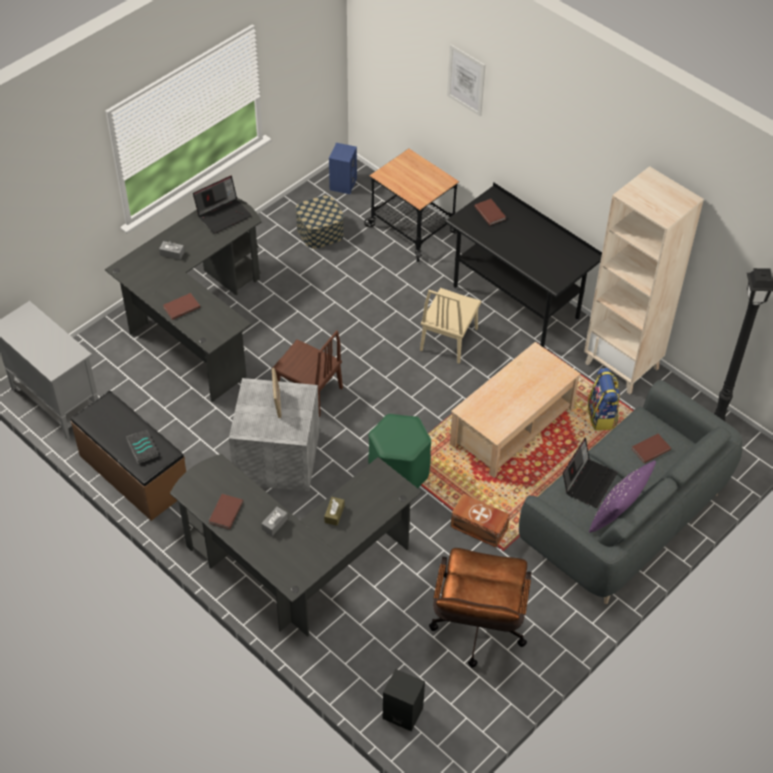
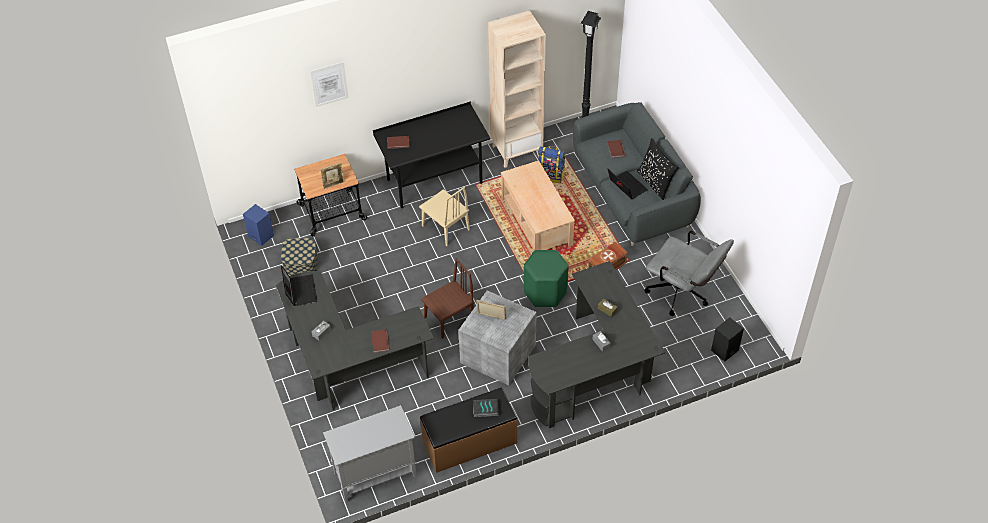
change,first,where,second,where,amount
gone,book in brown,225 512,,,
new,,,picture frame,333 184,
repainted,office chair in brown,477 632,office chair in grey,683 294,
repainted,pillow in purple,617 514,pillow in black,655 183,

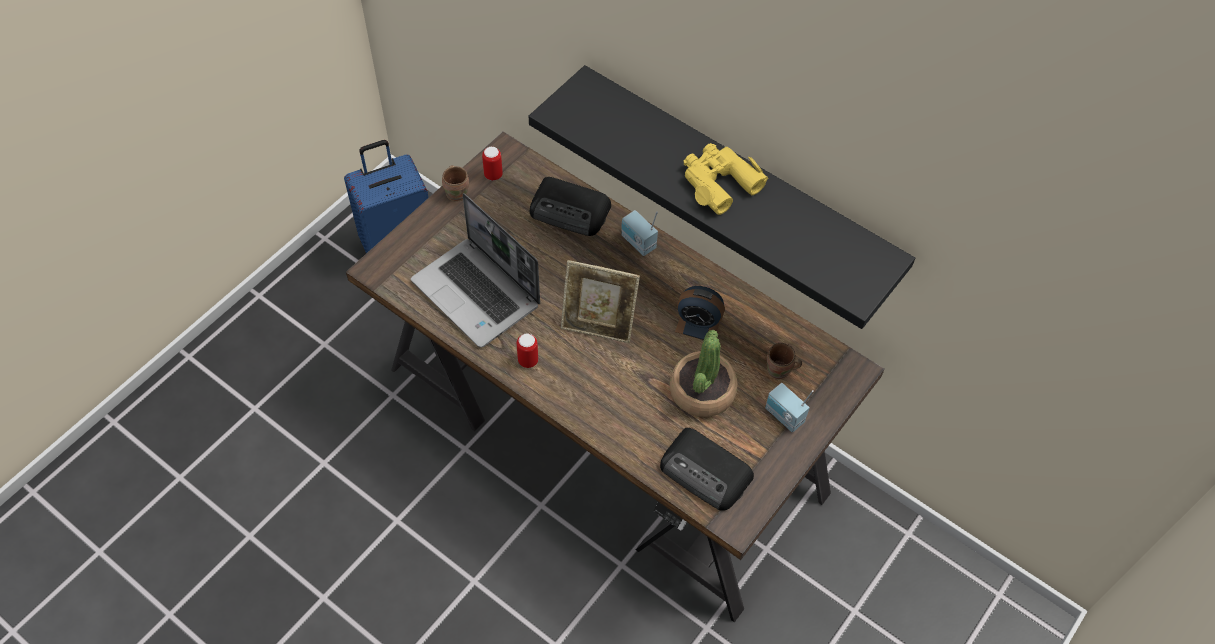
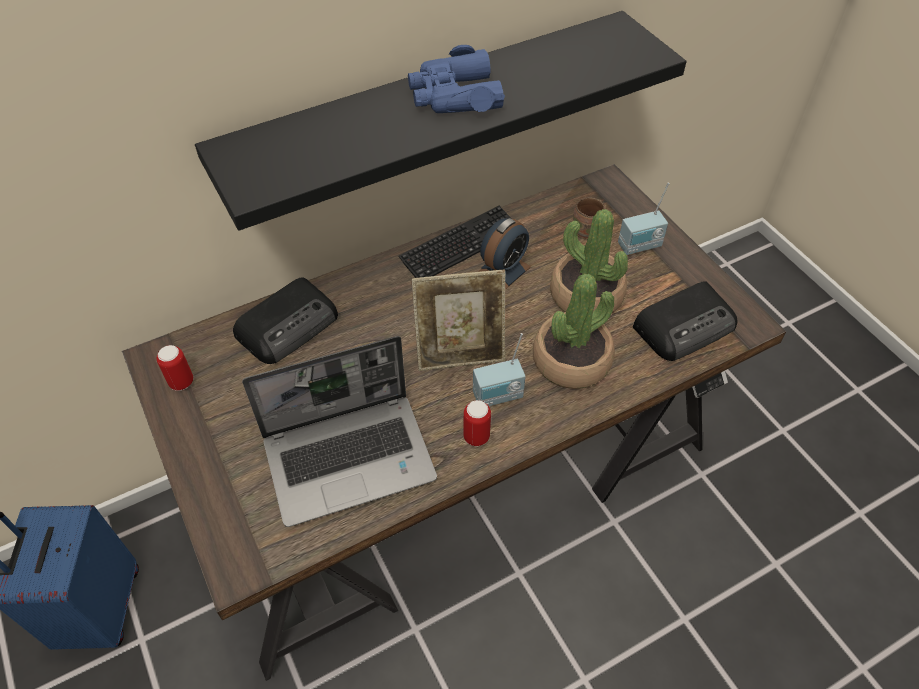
change,first,where,second,where,amount
gone,mug in brown,457 193,,,
new,,,keyboard,461 245,
new,,,potted plant,571 361,
shifted,radio,637 243,,498 397,
repainted,binoculars in yellow,719 182,binoculars in blue,454 96,
rotated,picture frame,598 325,,460 352,45 degrees clockwise

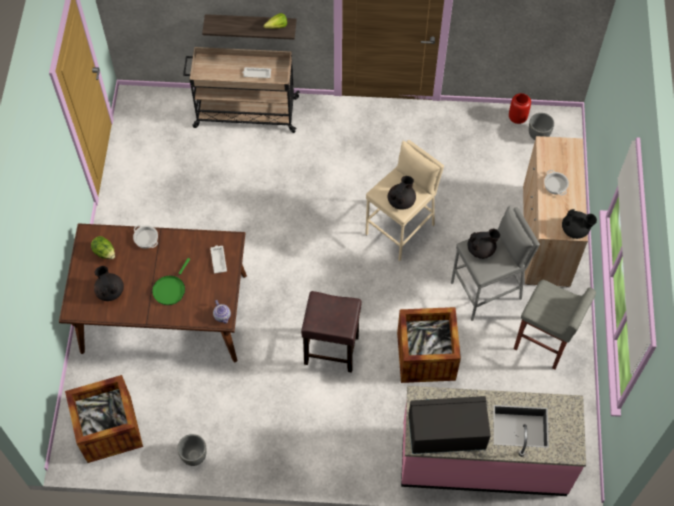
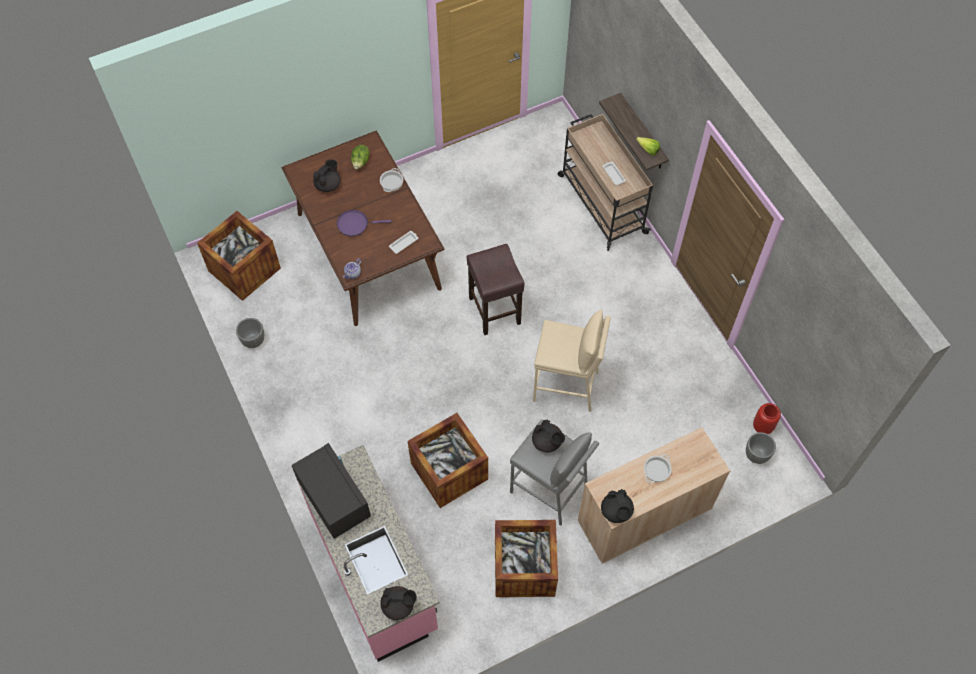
change,first,where,second,where,amount
shifted,stool in brown,332 350,,495 311,
shifted,teapot in black,401 201,,398 606,
swapped,stool in grey,543 344,crate,524 568,
repainted,frying pan in green,170 289,frying pan in purple,355 224,

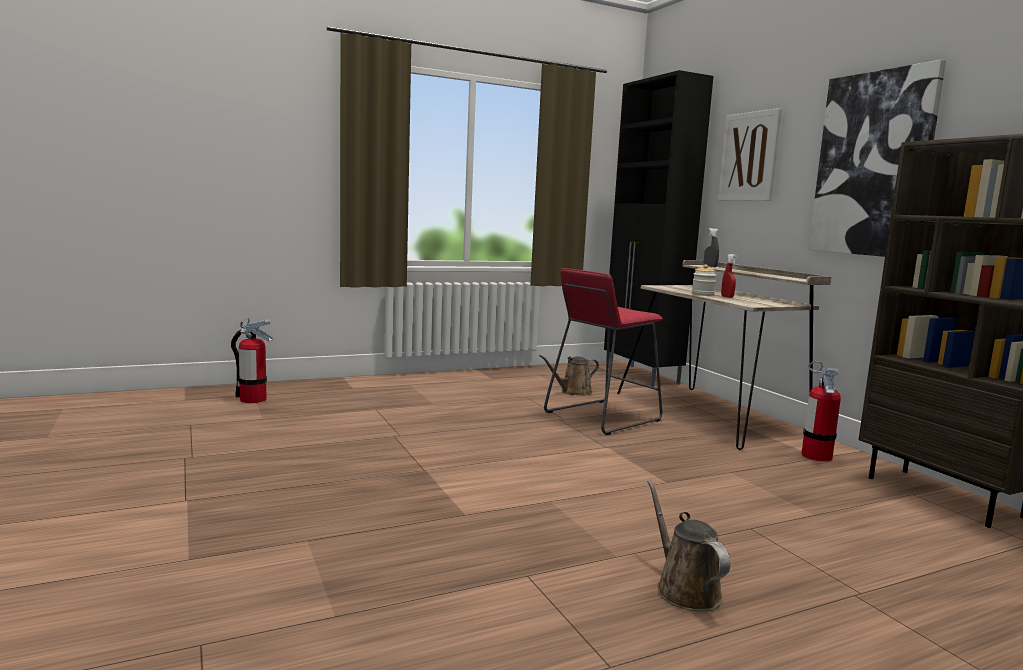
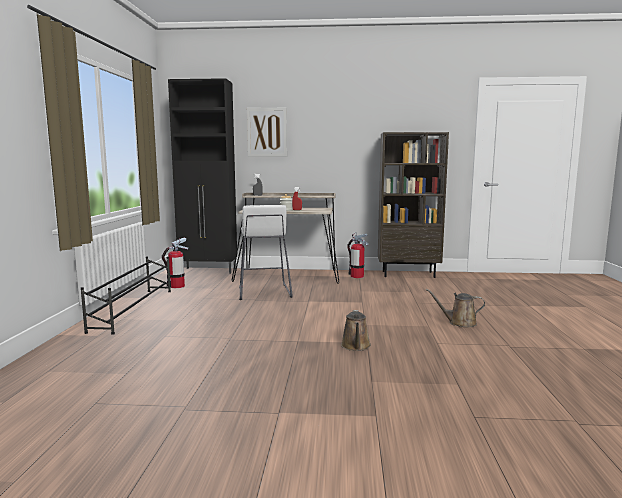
change,first,where,second,where,amount
gone,picture,873 164,,,
new,,,shoe rack in black,134 309,
shifted,fire extinguisher,252 399,,177 286,
shifted,watering can in brown,573 392,,356 346,
repainted,stool in red,602 417,stool in white,264 292,

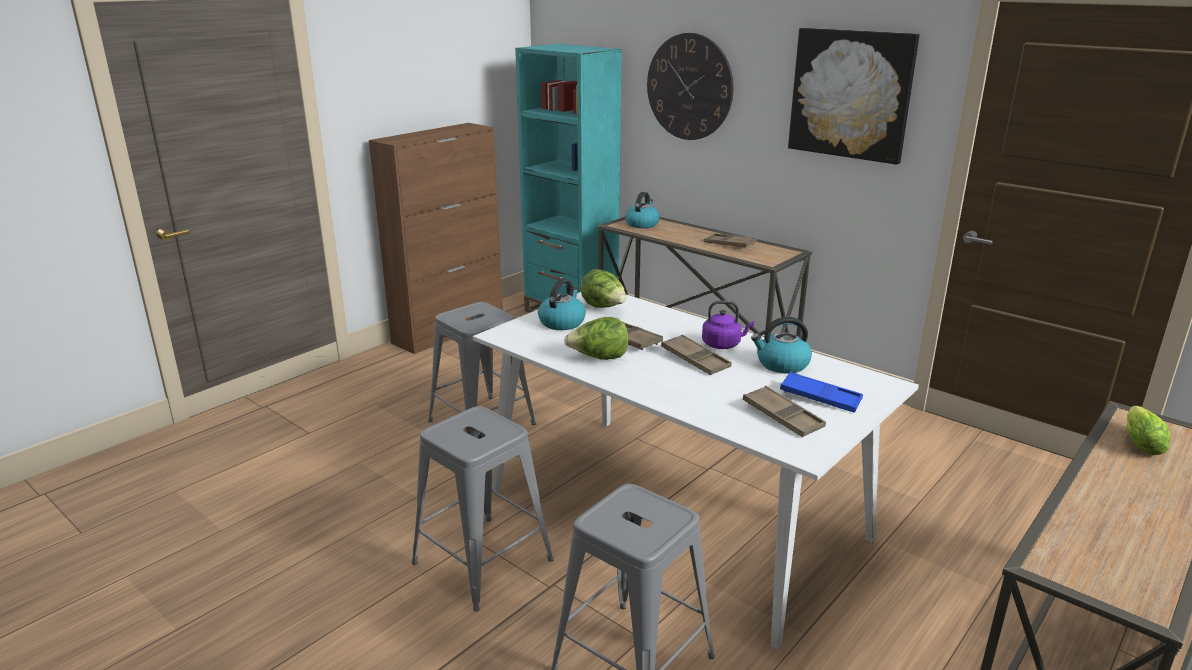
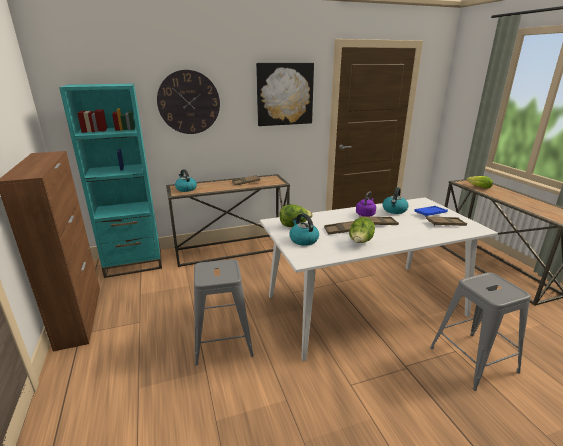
change,first,where,second,where,amount
gone,stool in grey,483 561,,,

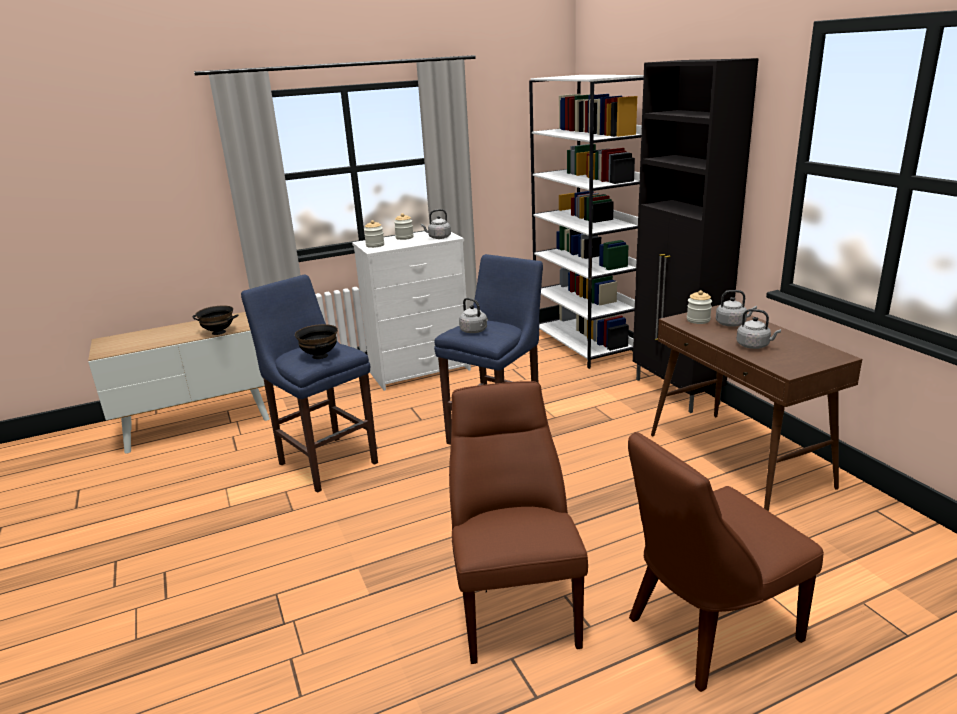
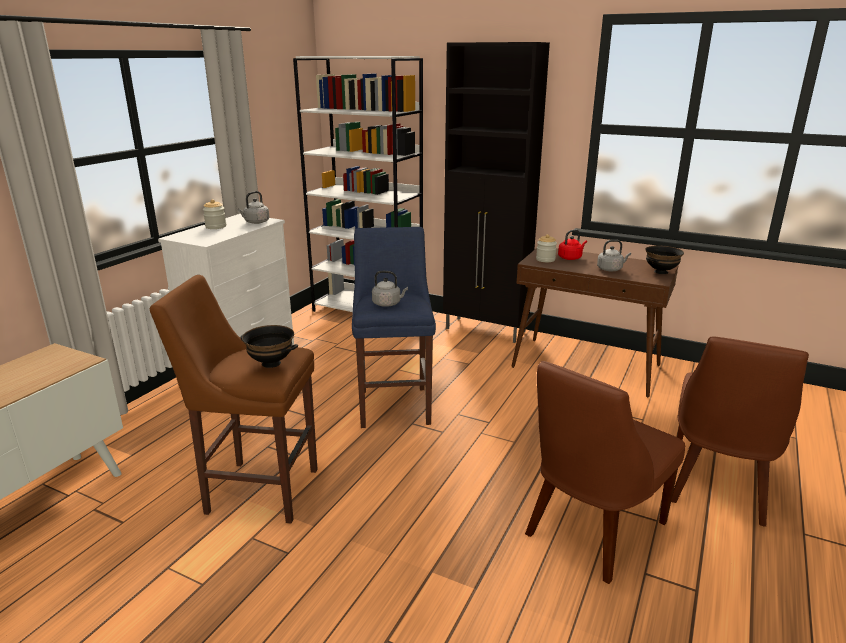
change,first,where,second,where,amount
gone,jar,375 245,,,
shifted,bowl in black,219 332,,660 272,
repainted,stool in blue,326 461,stool in brown,257 489,
repainted,kettle in grey,732 324,kettle in red,570 258,
rotated,chair in brown,514 603,,591 531,90 degrees counterclockwise

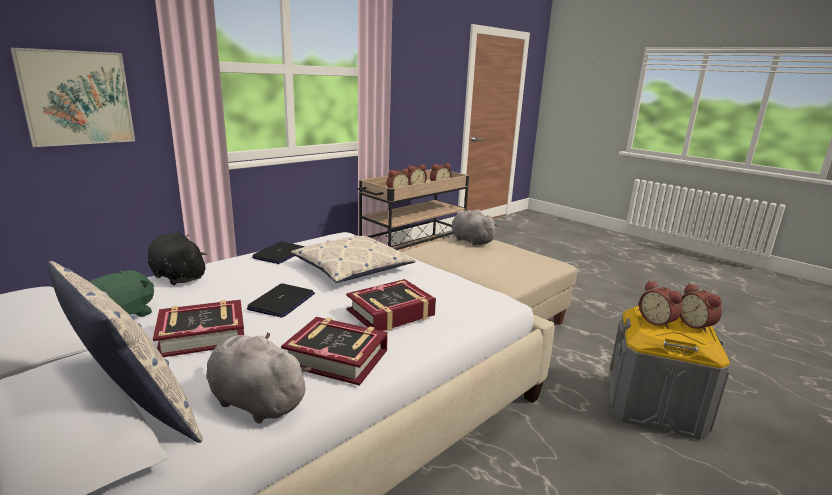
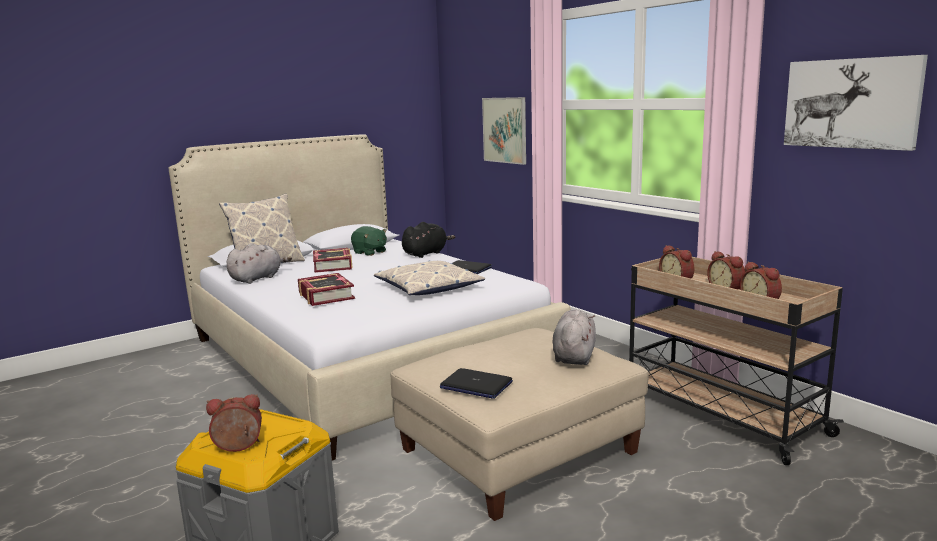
change,first,where,second,where,amount
gone,book,337 357,,,
gone,alarm clock,657 321,,,
new,,,picture,851 103,
shifted,laptop,282 302,,475 385,
rotated,plush toy in grey,470 240,,574 356,45 degrees counterclockwise

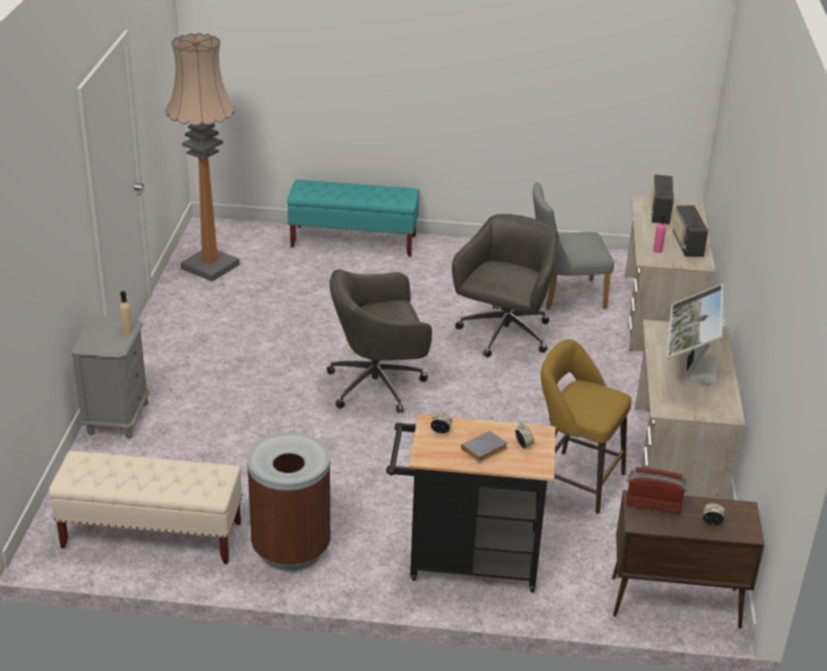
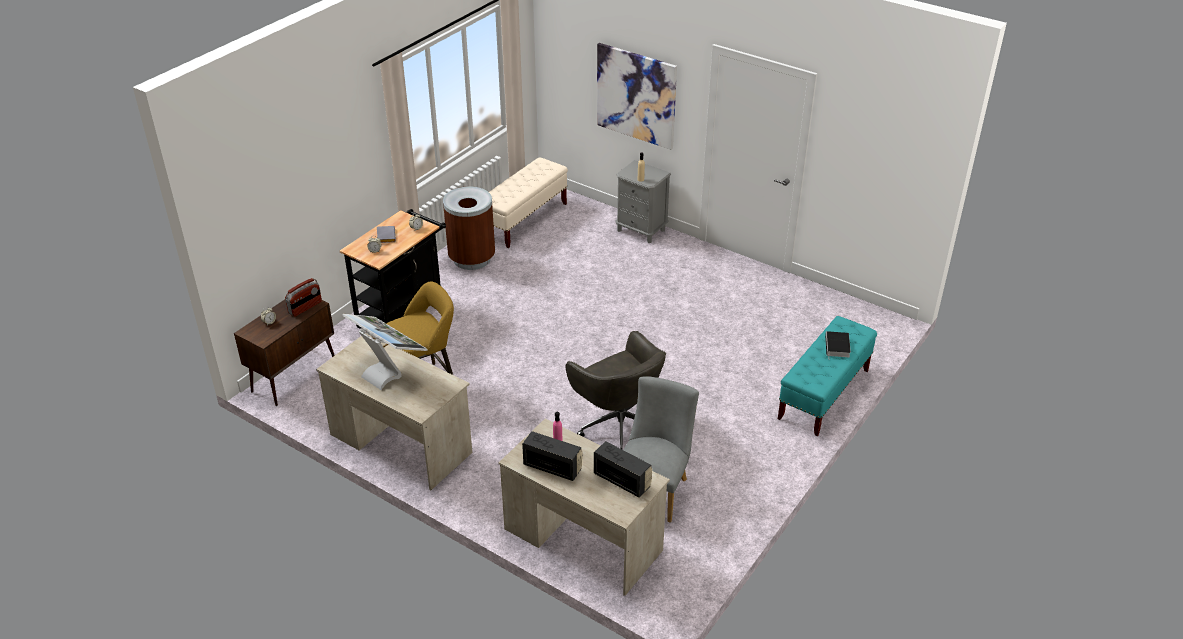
change,first,where,second,where,amount
gone,floor lamp,210 266,,,
gone,office chair in grey,378 385,,,
new,,,picture,636 95,
new,,,book,837 347,

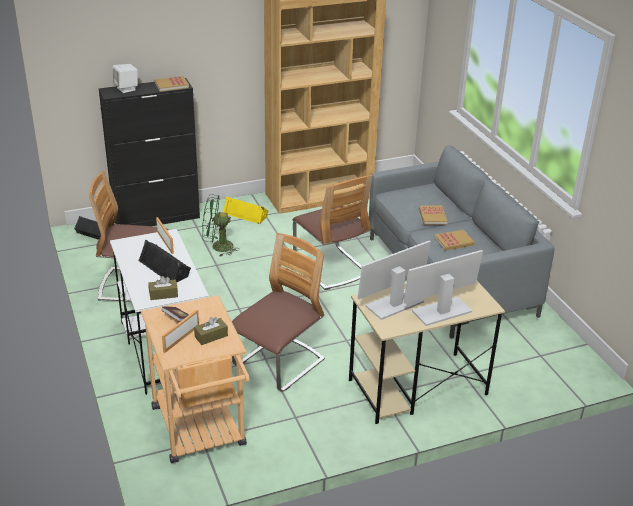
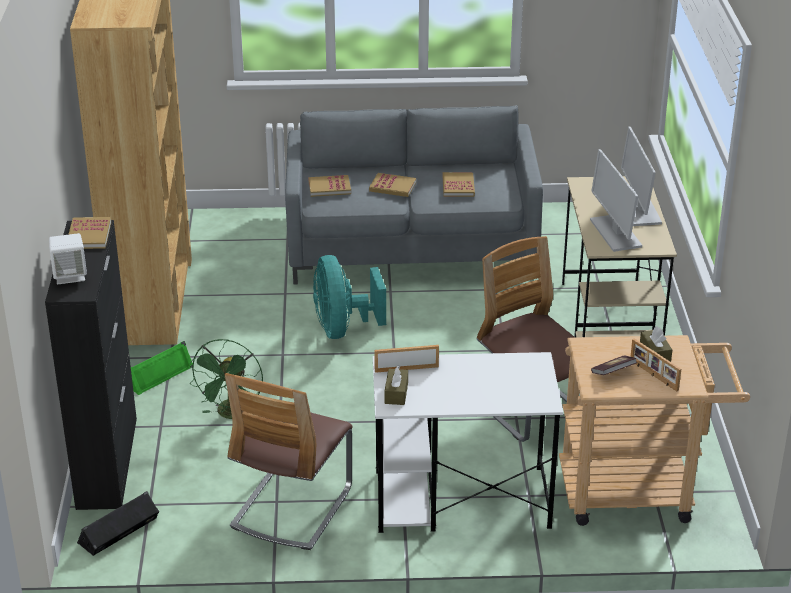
change,first,where,second,where,amount
gone,speaker in black,165 267,,,
new,,,book,329 187,
shifted,tissue box in brown,163 294,,396 393,
swapped,chair,331 267,fan in turquoise,342 328,
repainted,speaker in yellow,245 214,speaker in green,157 374,

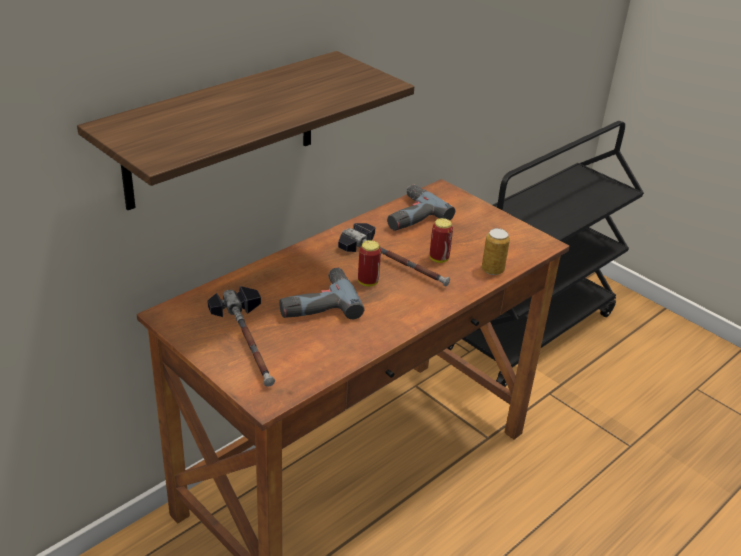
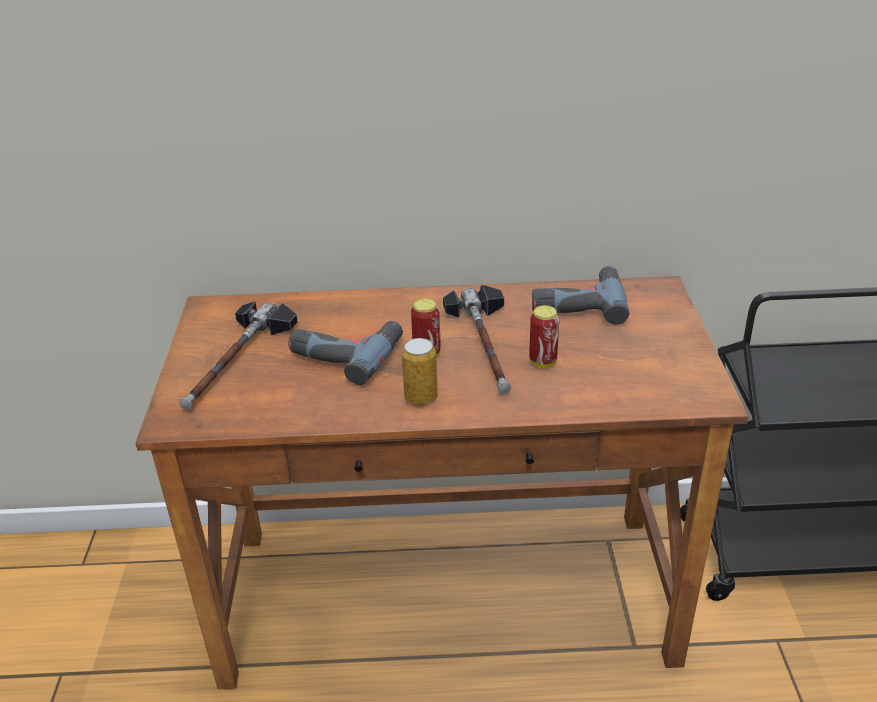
change,first,where,second,where,amount
gone,shelf,222 130,,,
shifted,can,492 270,,421 397,

